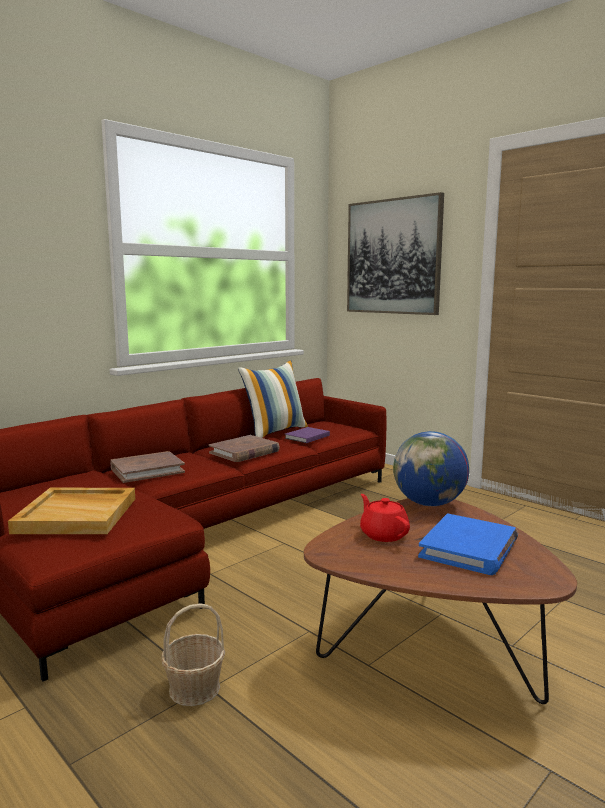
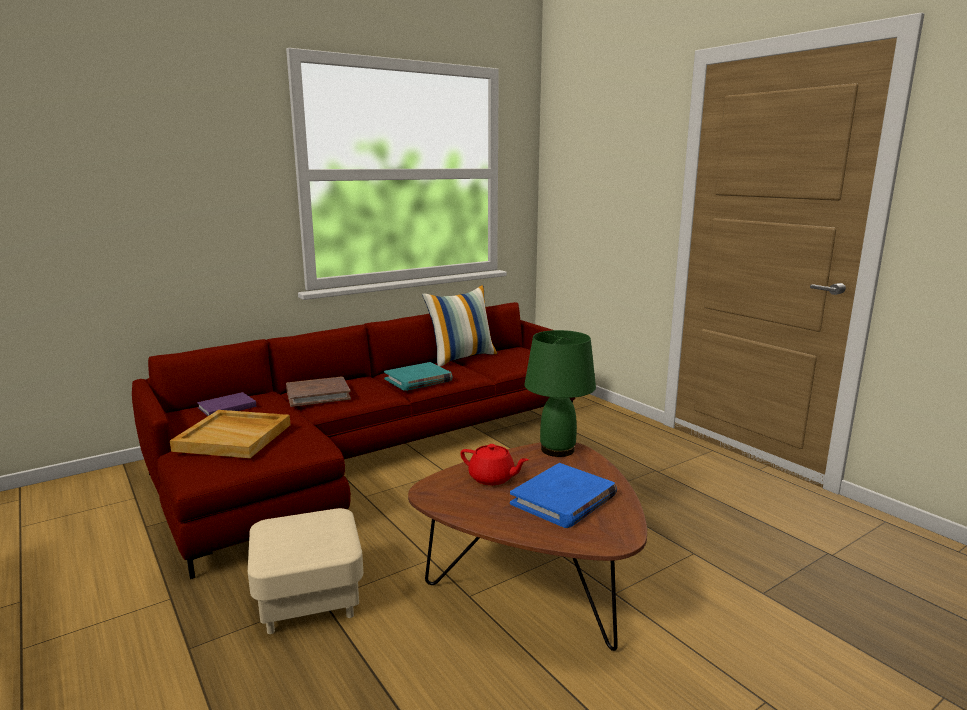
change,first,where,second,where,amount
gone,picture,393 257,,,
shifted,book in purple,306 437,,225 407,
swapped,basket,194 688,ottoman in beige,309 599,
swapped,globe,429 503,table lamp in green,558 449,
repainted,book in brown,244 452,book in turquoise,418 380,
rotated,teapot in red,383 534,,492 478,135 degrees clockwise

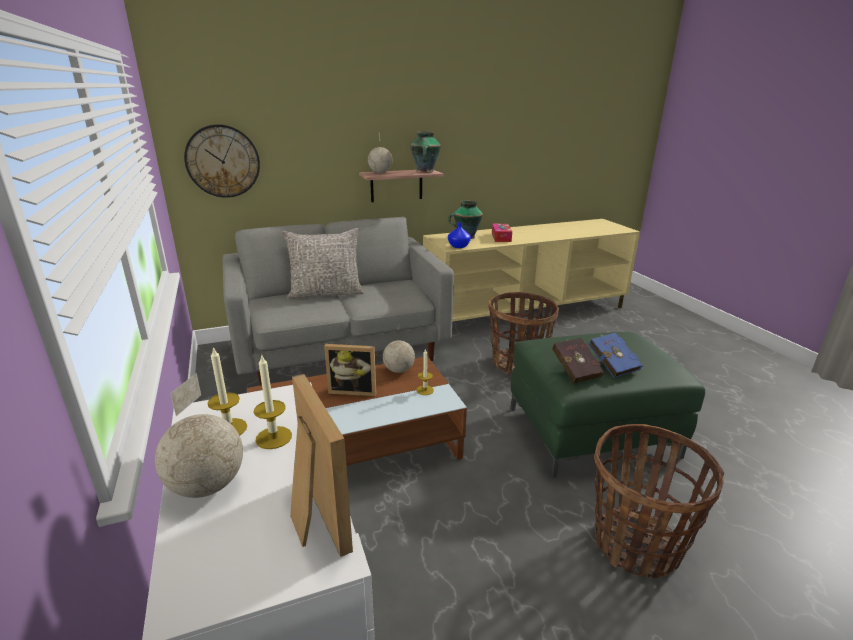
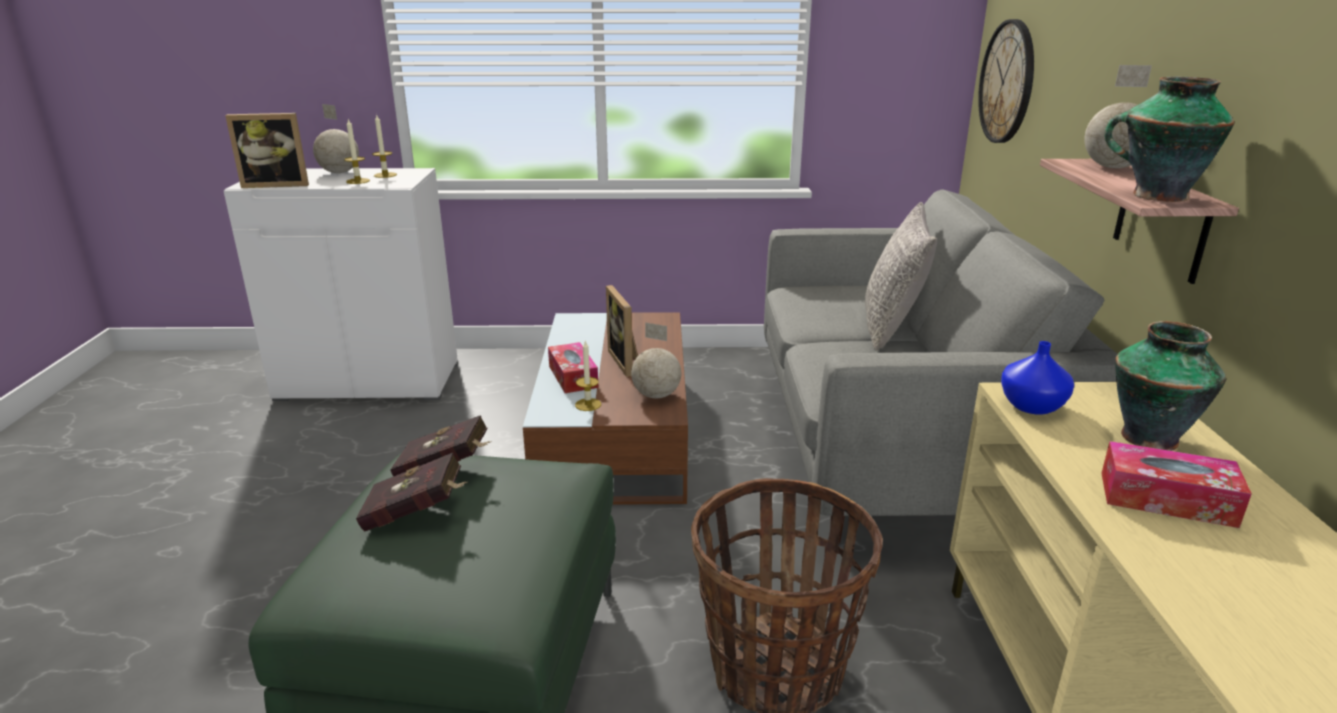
change,first,where,second,where,amount
gone,basket,636 544,,,
new,,,tissue box,573 376,
repainted,book in blue,611 364,book in red,418 514,
rotated,picture frame,353 390,,627 361,45 degrees counterclockwise

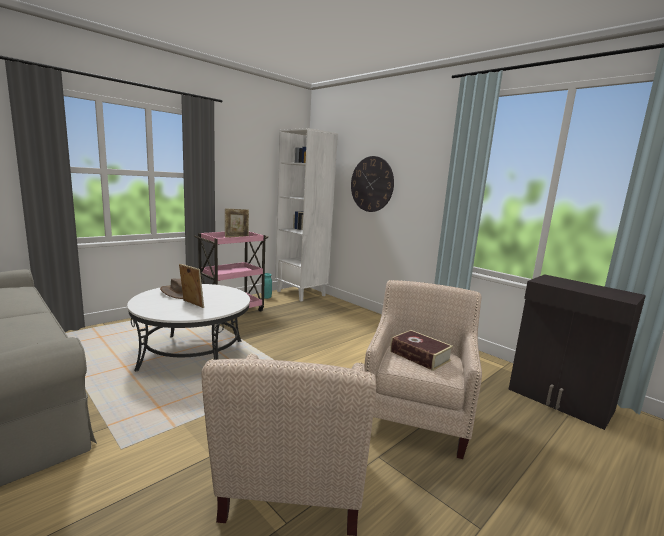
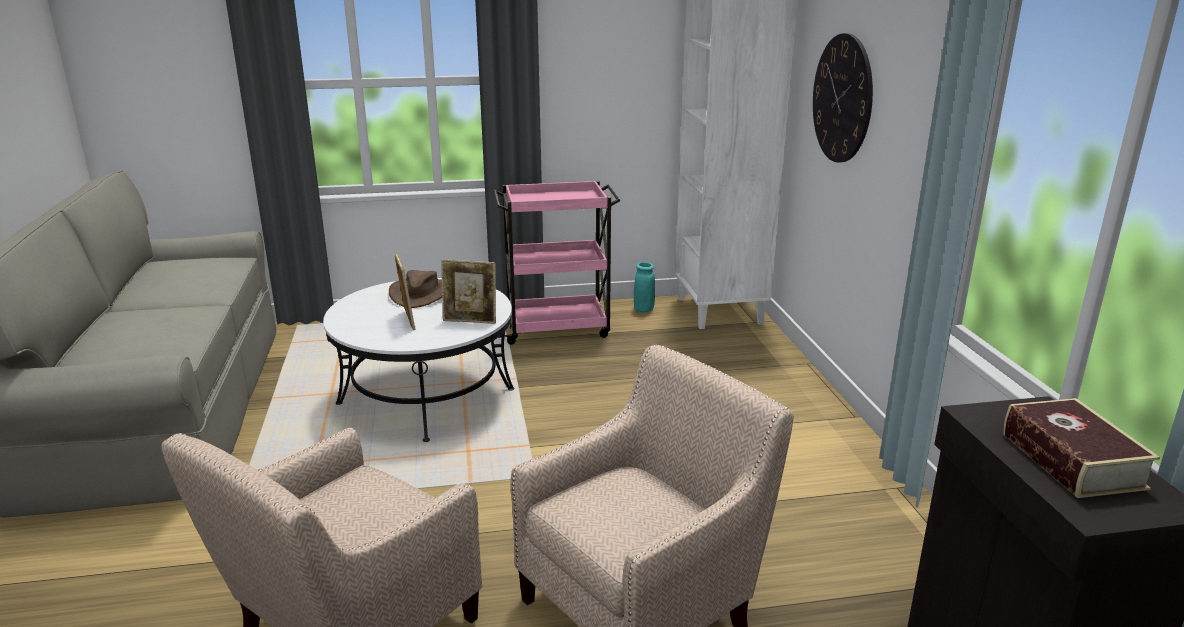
change,first,where,second,where,amount
shifted,picture frame,236 237,,470 321,
shifted,book,420 356,,1071 460,

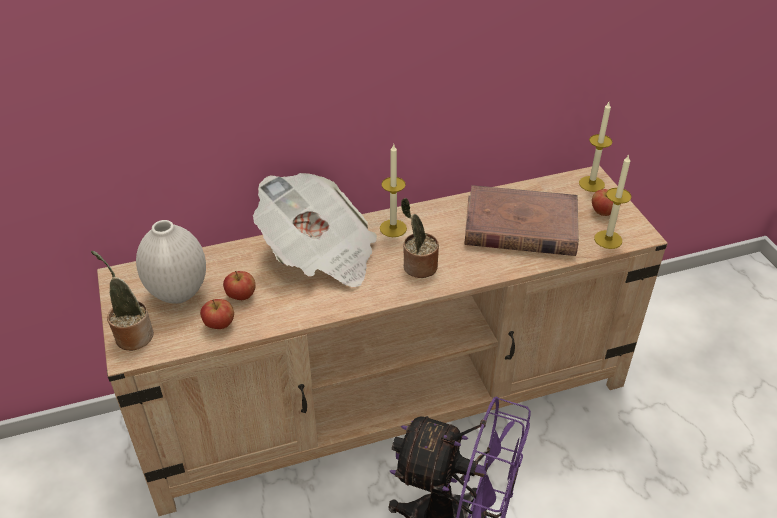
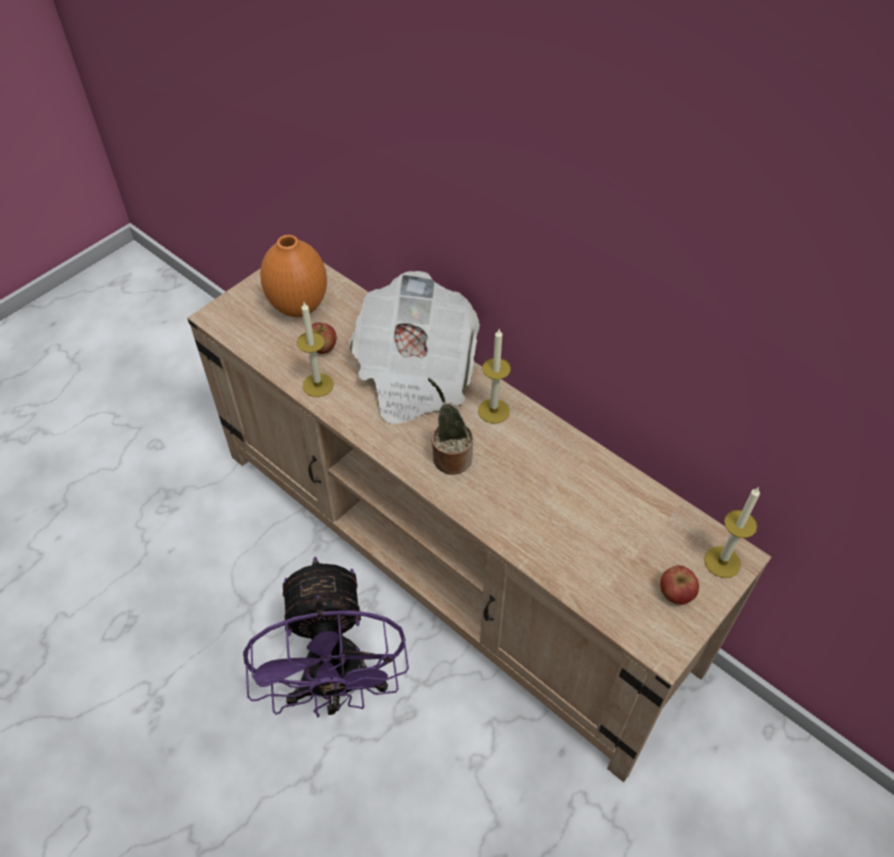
change,first,where,second,where,amount
gone,potted plant,132 335,,,
gone,apple,219 324,,,
gone,book in brown,519 226,,,
shifted,candle,608 239,,318 385,
repainted,vase in white,179 293,vase in orange,300 307,

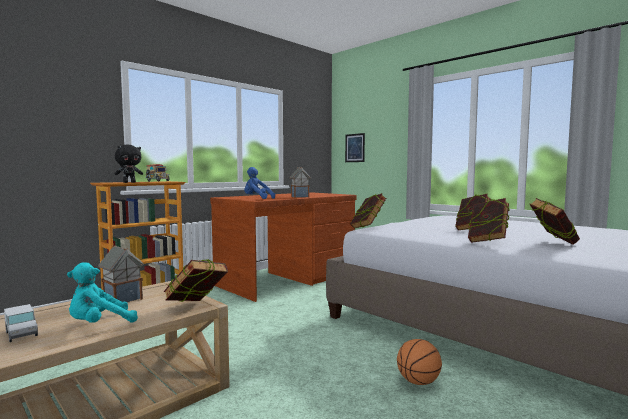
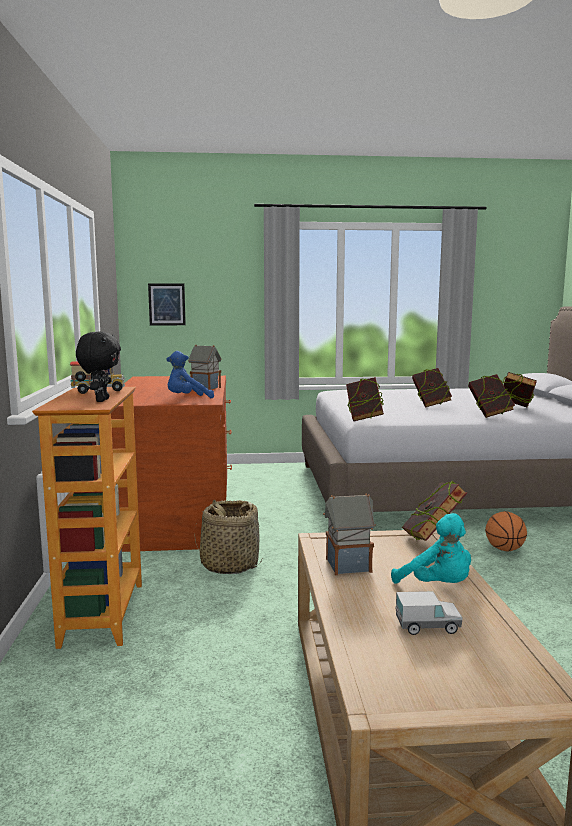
change,first,where,second,where,amount
new,,,basket,229 564,
rotated,plush toy in turquoise,99 324,,437 586,45 degrees counterclockwise

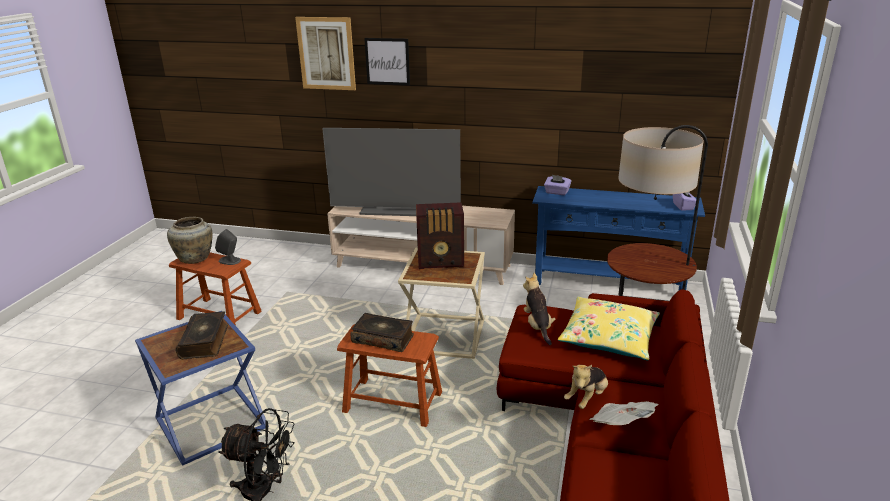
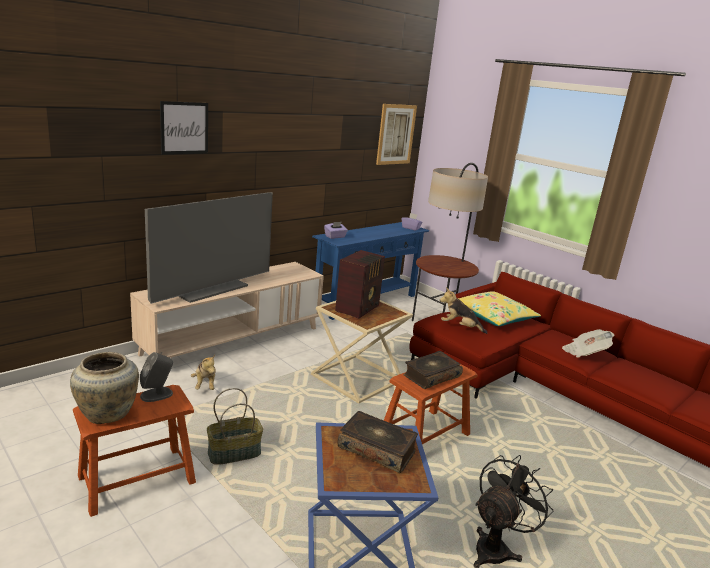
change,first,where,second,where,amount
new,,,basket,234 453,
shifted,picture,326 53,,396 134,
shifted,plush toy,587 398,,205 384,

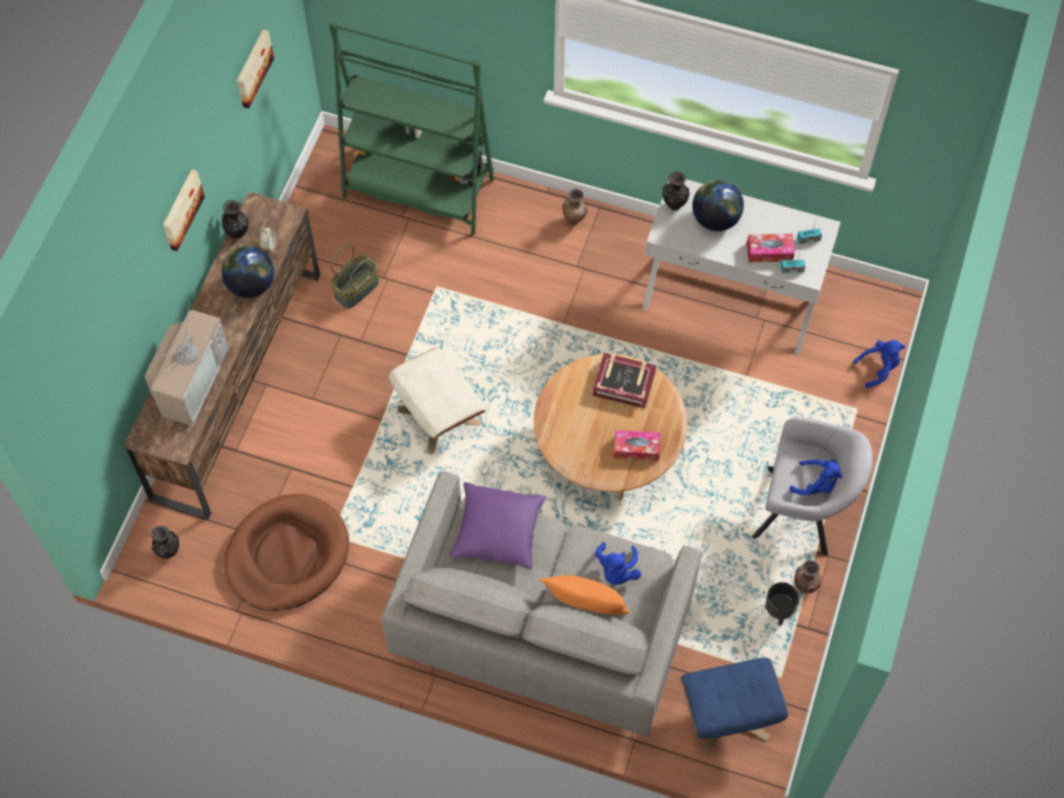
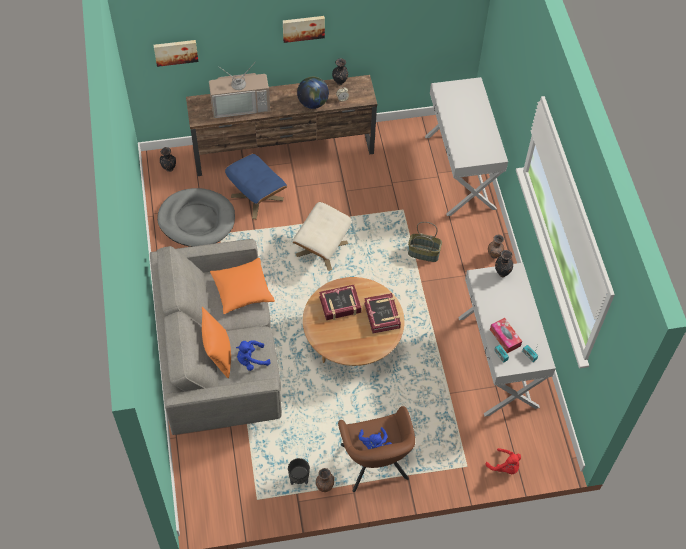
change,first,where,second,where,amount
gone,tissue box,636 448,,,
gone,globe,715 219,,,
new,,,book,340 305,
shifted,picture,252 68,,176 51,
shifted,basket,356 288,,424 252,
shifted,ottoman in blue,727 715,,257 198,
swapped,bookcase in green,418 188,console table in white,460 172,
repainted,dog bed in brown,287 555,dog bed in grey,197 220,
repainted,pillow in purple,498 532,pillow in orange,242 291,
repainted,armchair in grey,803 512,armchair in brown,375 465,
repainted,plush toy in blue,878 368,plush toy in red,505 467,

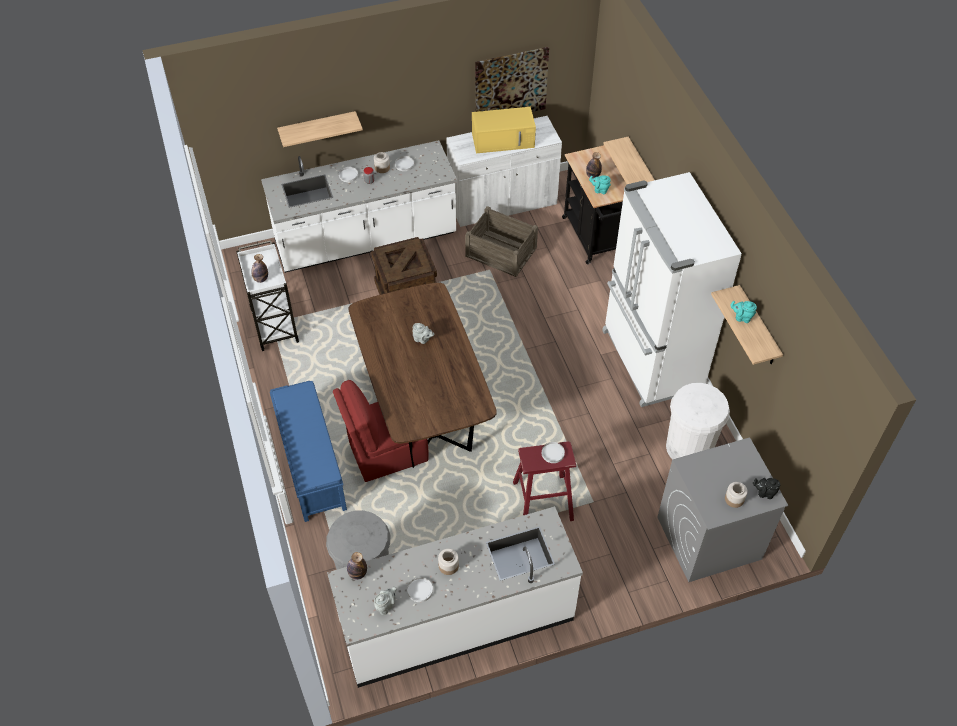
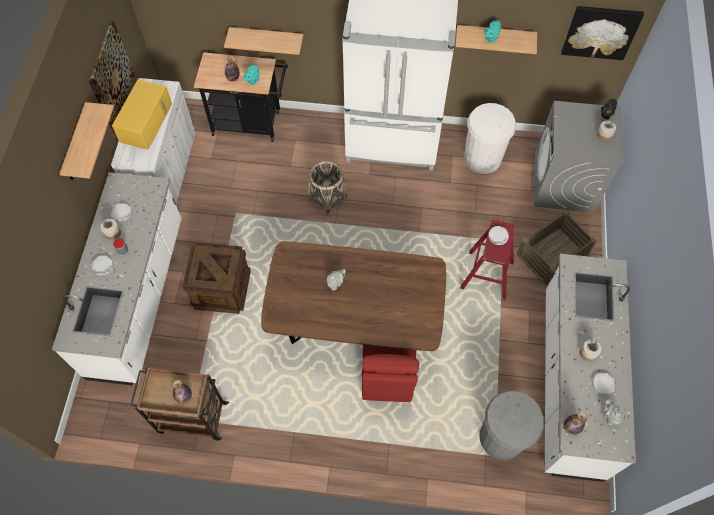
change,first,where,second,where,amount
gone,bench in blue,311 463,,,
new,,,basket,327 199,
new,,,picture,600 32,
shifted,shelf,318 128,,76 145,
shifted,crate,501 251,,551 254,
repainted,cart in white,274 323,cart in brown,191 417,

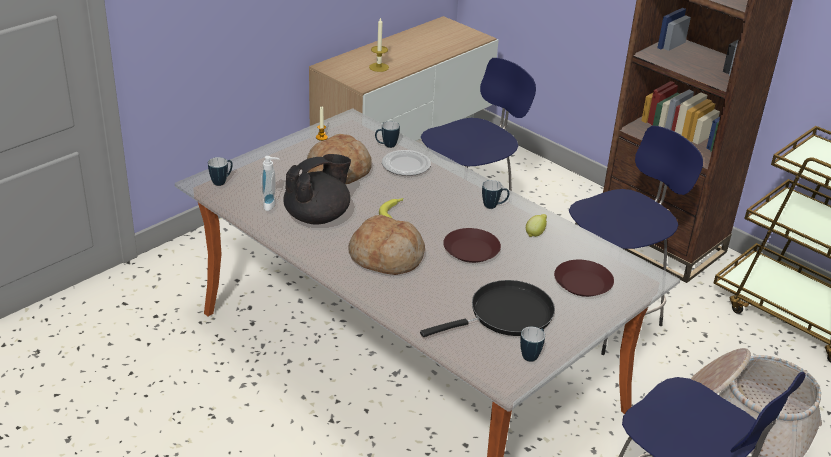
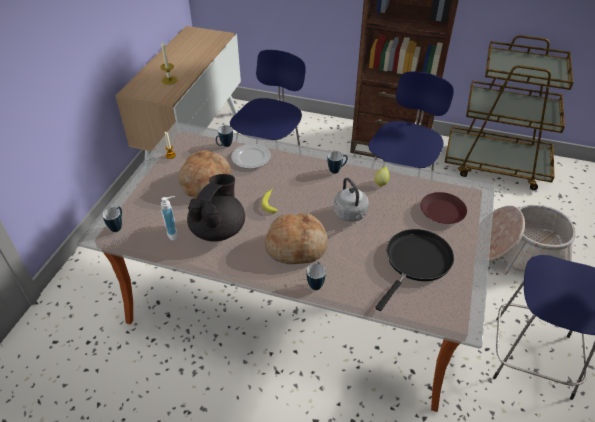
change,first,where,second,where,amount
shifted,mug,532 355,,316 283,
swapped,plate in brown,472 250,kettle in grey,351 214,

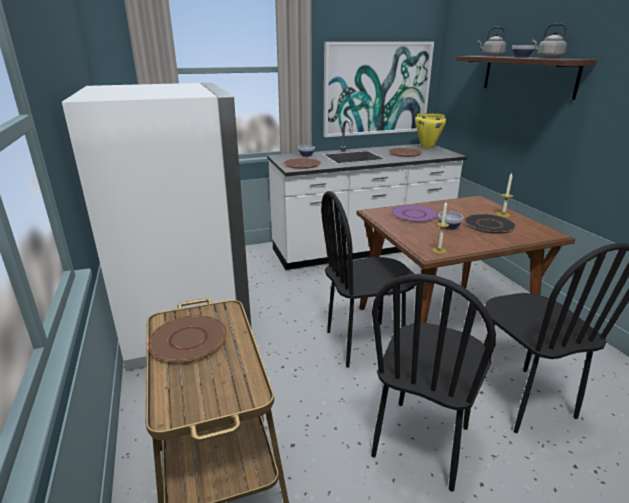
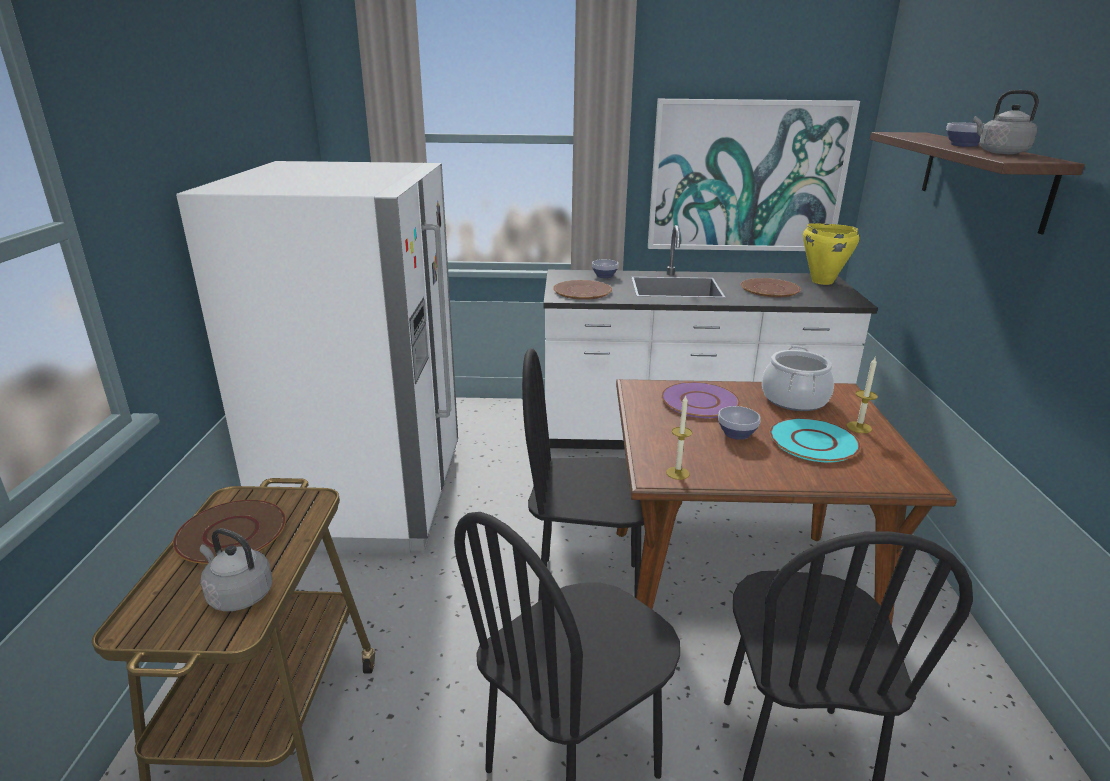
change,first,where,second,where,amount
new,,,cooking pot,794 399,
shifted,kettle in grey,491 56,,238 594,
repainted,plate in black,489 224,plate in turquoise,813 442,

